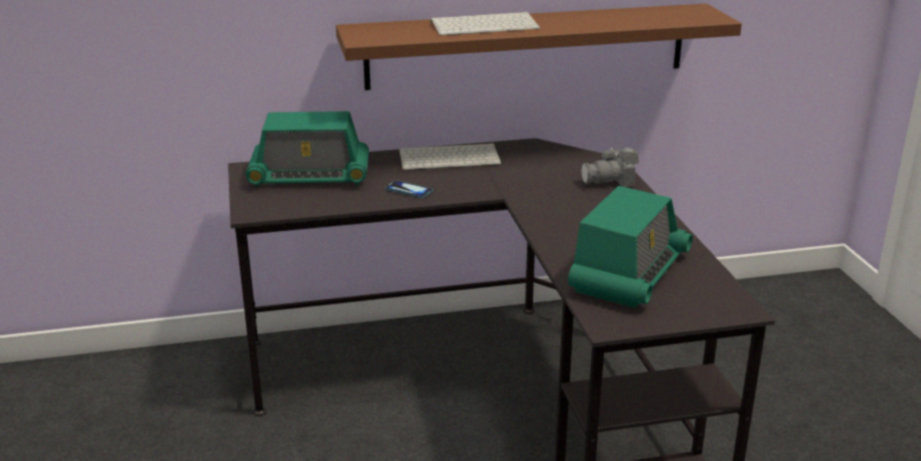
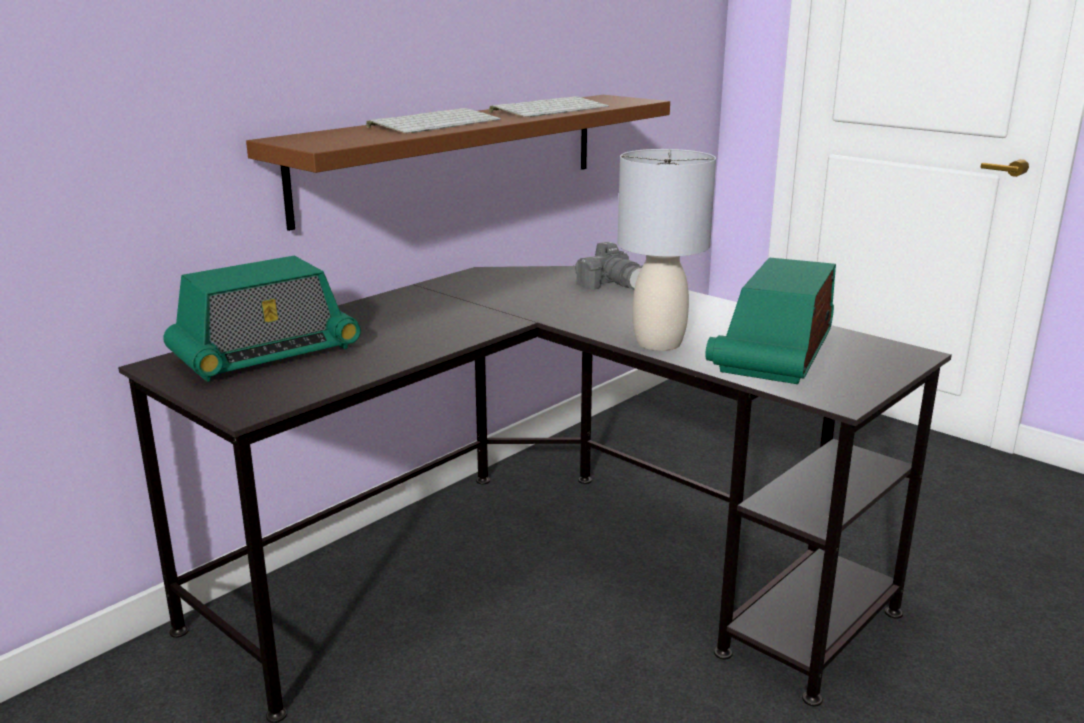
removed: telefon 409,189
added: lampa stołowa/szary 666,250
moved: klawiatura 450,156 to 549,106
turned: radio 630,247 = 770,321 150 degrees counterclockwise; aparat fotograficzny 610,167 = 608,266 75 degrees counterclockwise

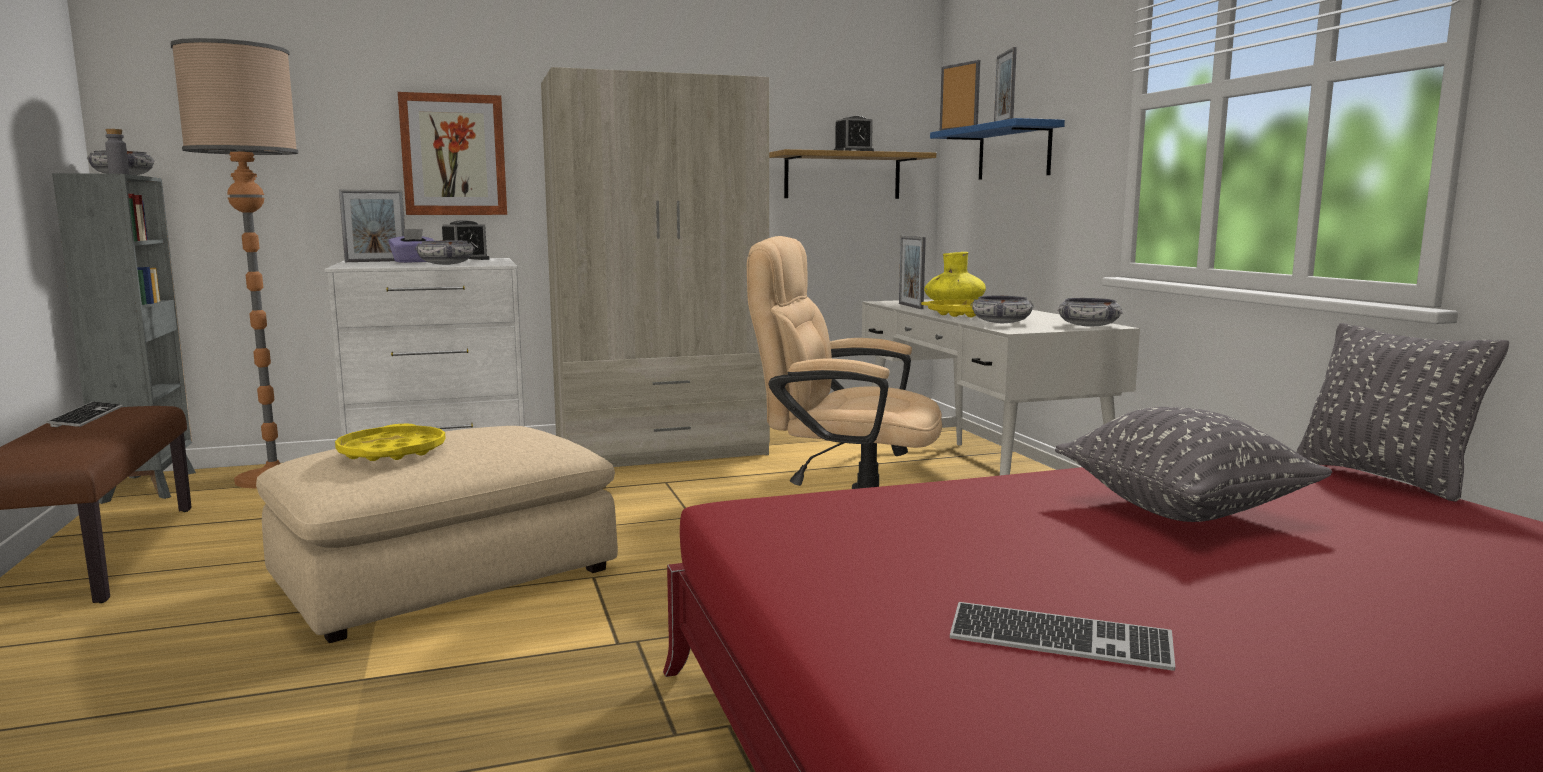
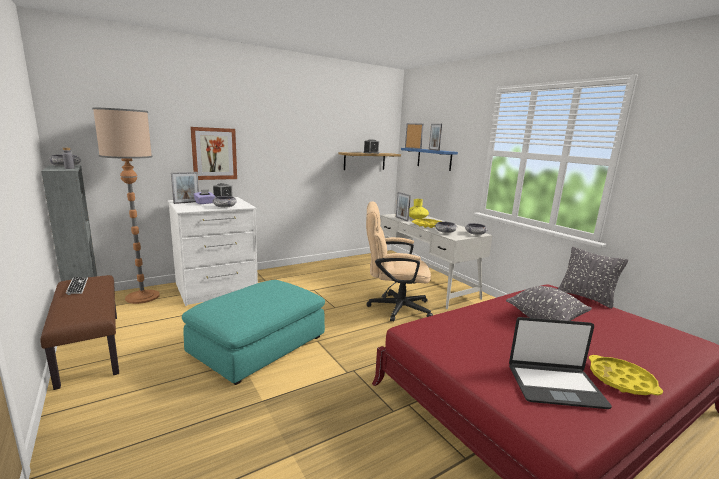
removed: szafa/beżowy 655,267
moved: taca/żółty 390,442 to 626,375
replaced: klawiatura 1062,636 to laptop 560,363
recoloured: pufa/beżowy 437,534 to pufa/turkusowy 253,332

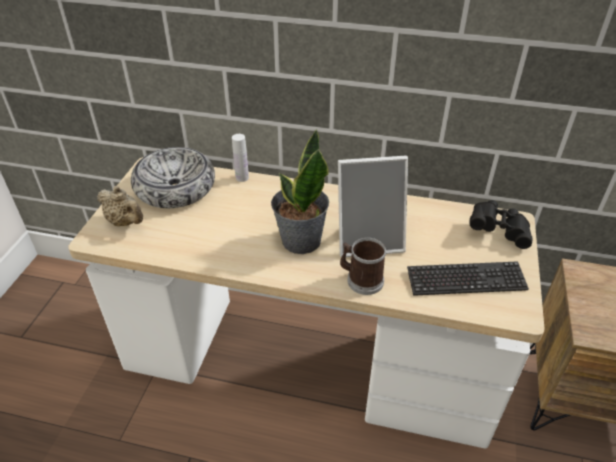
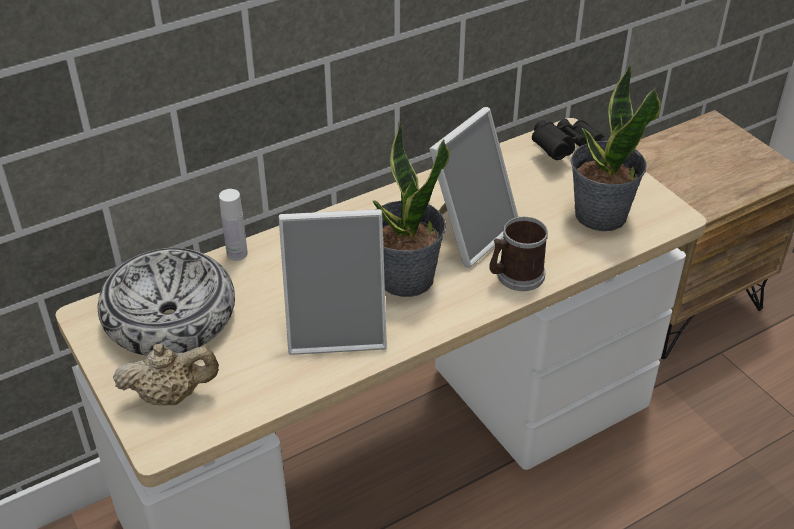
added: ramka na zdjęcie 333,282
replaced: klawiatura 468,278 to roślina doniczkowa 616,147

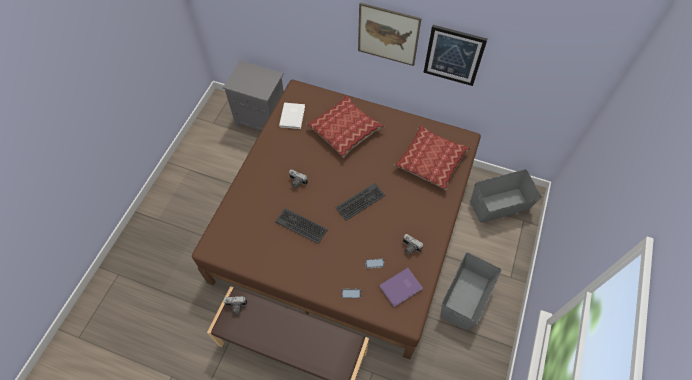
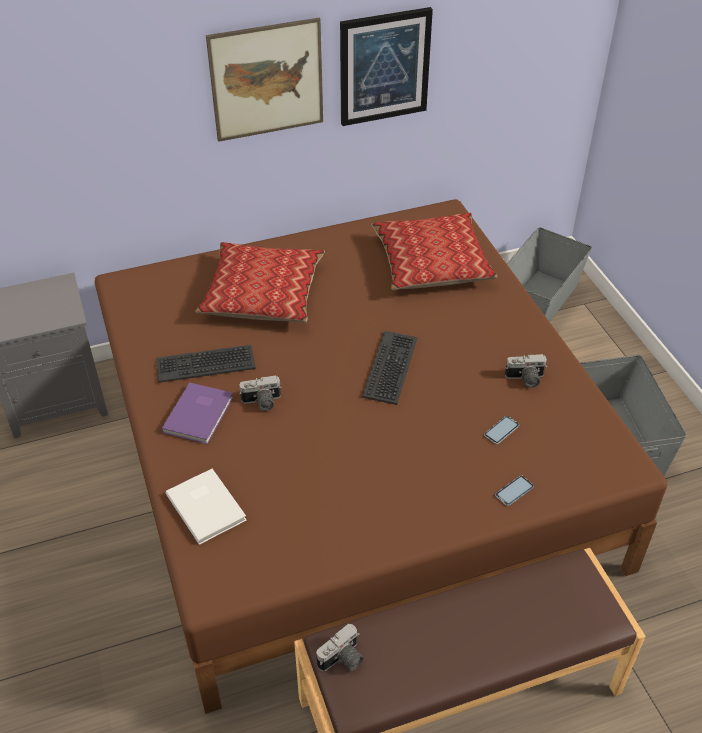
moved: klawiatura 301,226 to 206,364; książka/biały 292,116 to 206,507; książka/fioletowy 401,287 to 197,413

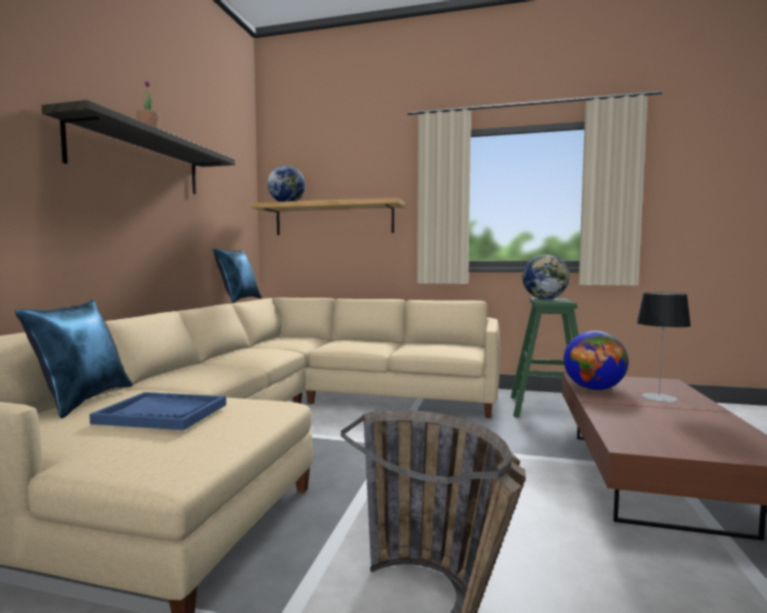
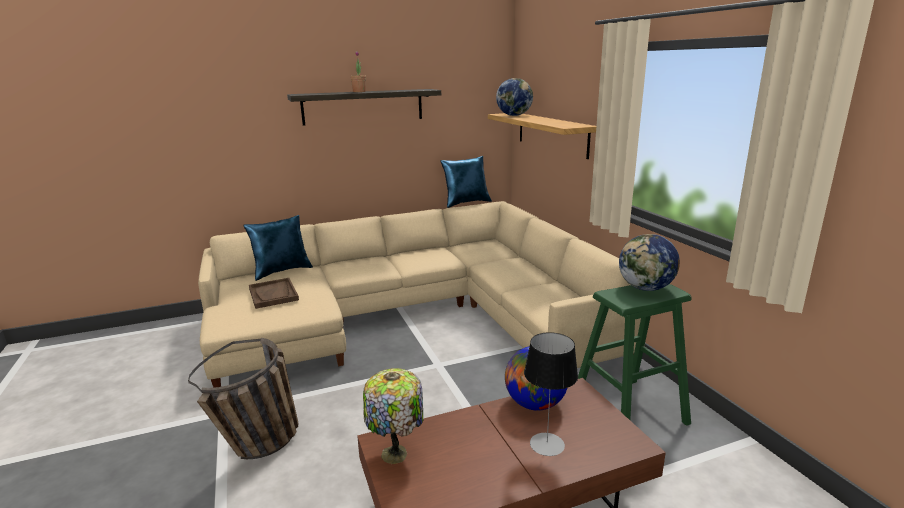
added: lampa stołowa 393,416
recoloured: taca/niebieski 157,411 to taca/brązowy 274,293

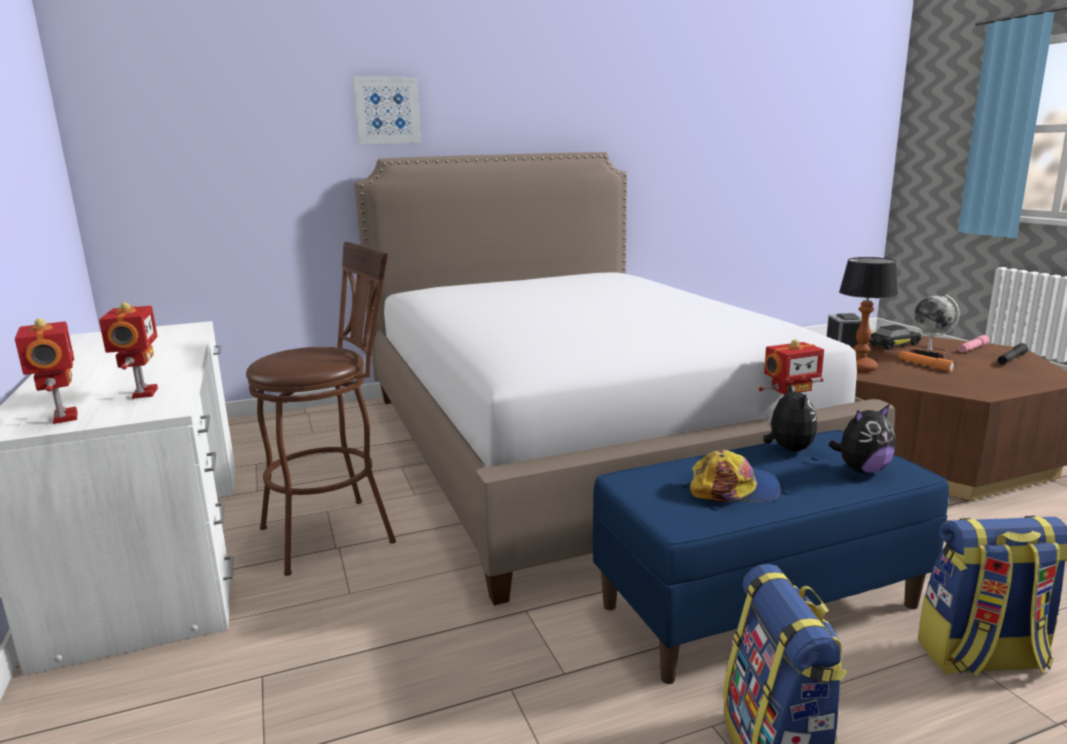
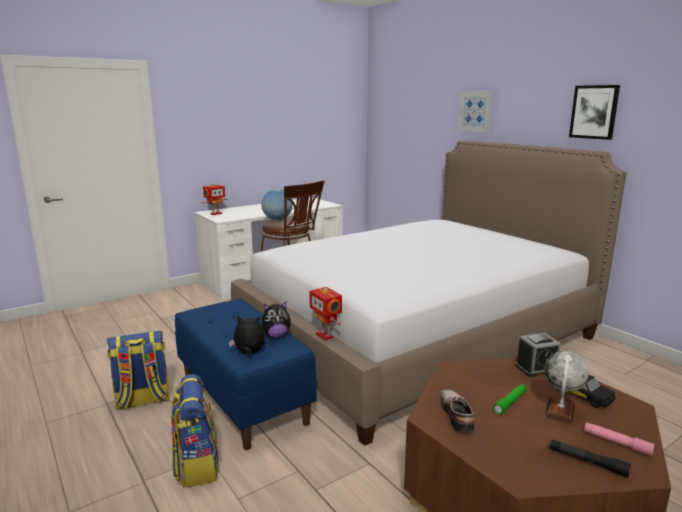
removed: robot zabawkowy 128,350; czapka z daszkiem 735,476; lampa stołowa 868,314
added: globus 277,205; but 457,411; obraz 594,112
recoloured: latarka/pomarańczowy 927,361 to latarka/zielony 510,399
turned: pluszak 862,439 = 247,334 135 degrees clockwise

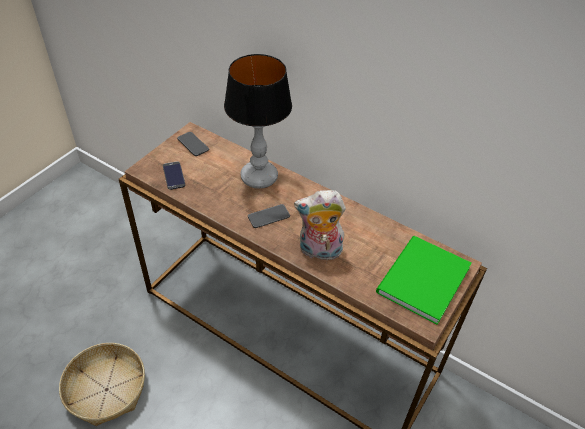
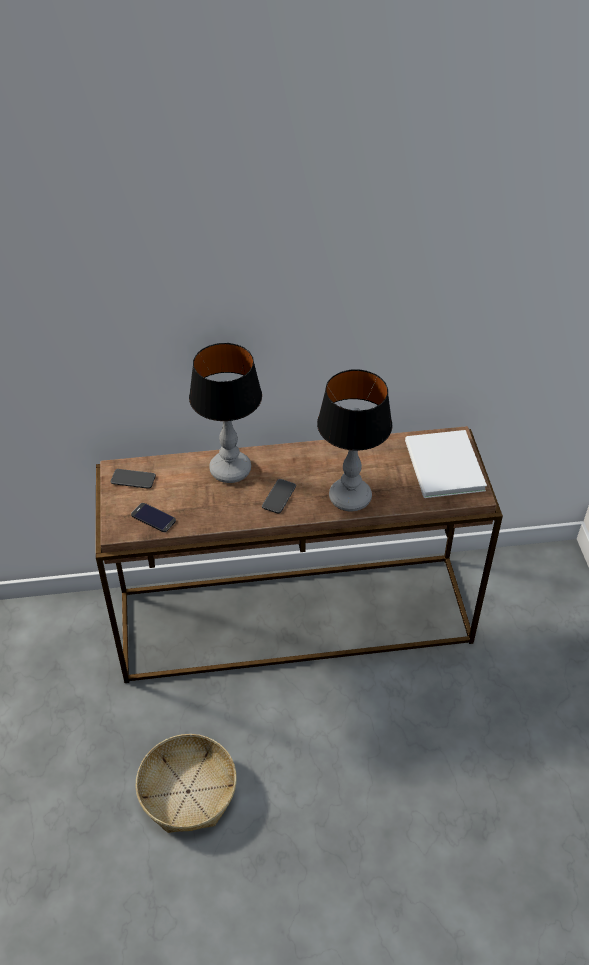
replaced: pluszak 320,225 to lampa stołowa 354,440
recoloured: książka/zielony 424,280 to książka/biały 446,464

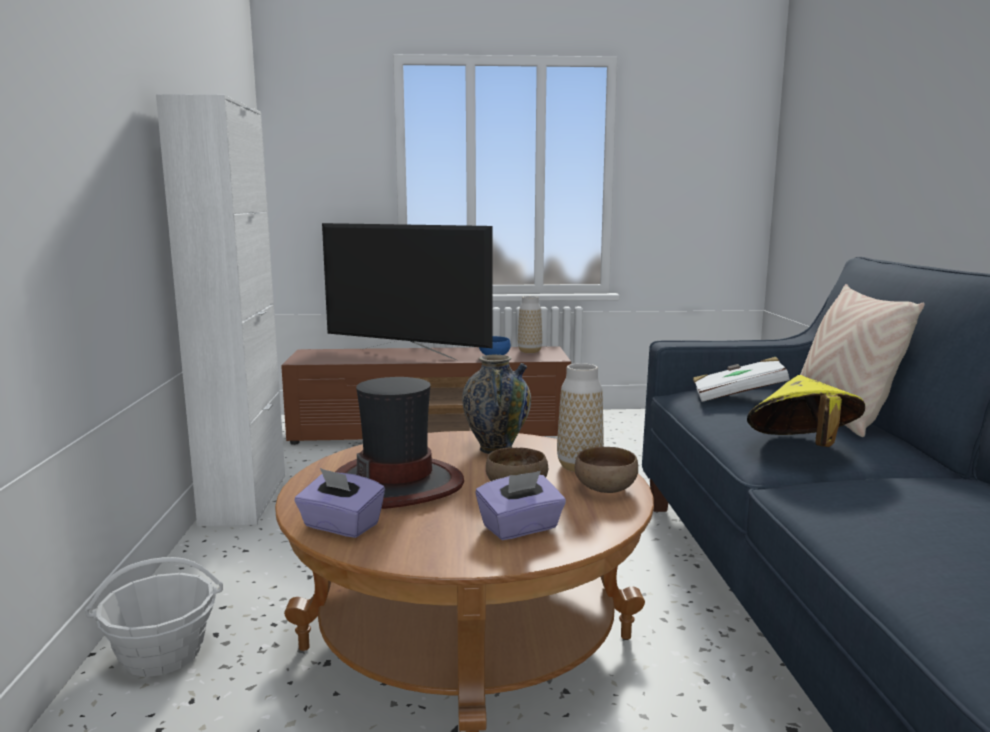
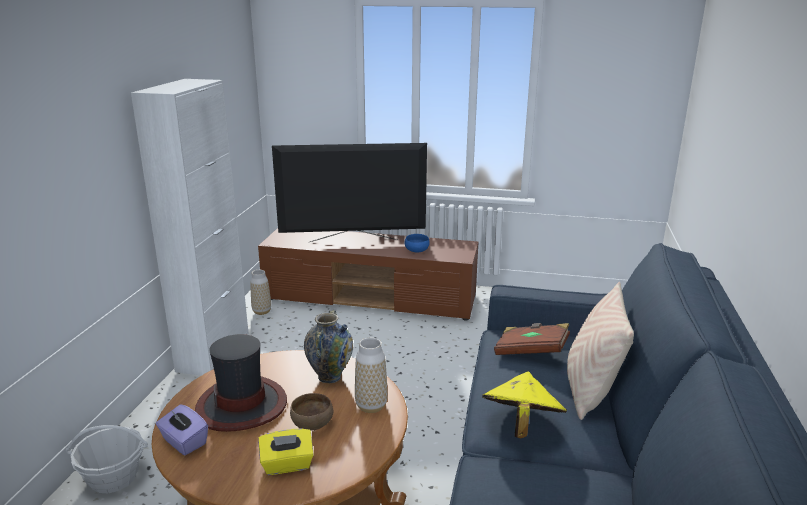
removed: miska/brązowy 606,470
moved: wazon 530,324 to 260,292
recoloured: pudełko chusteczek/fioletowy 521,505 to pudełko chusteczek/żółty 286,452; książka/biały 741,379 to książka/brązowy 532,339
turned: telewizor 407,291 = 349,193 135 degrees clockwise

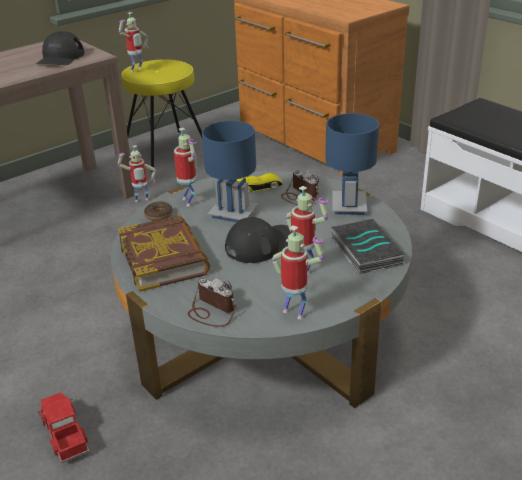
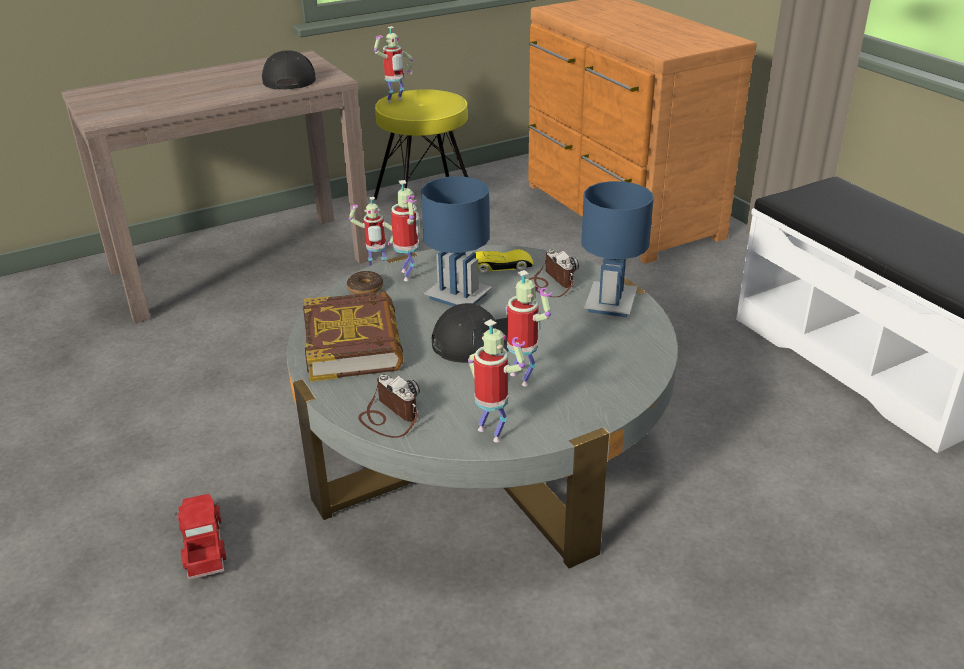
removed: książka 367,246
turned: czapka z daszkiem/czarny 60,48 = 289,70 150 degrees clockwise

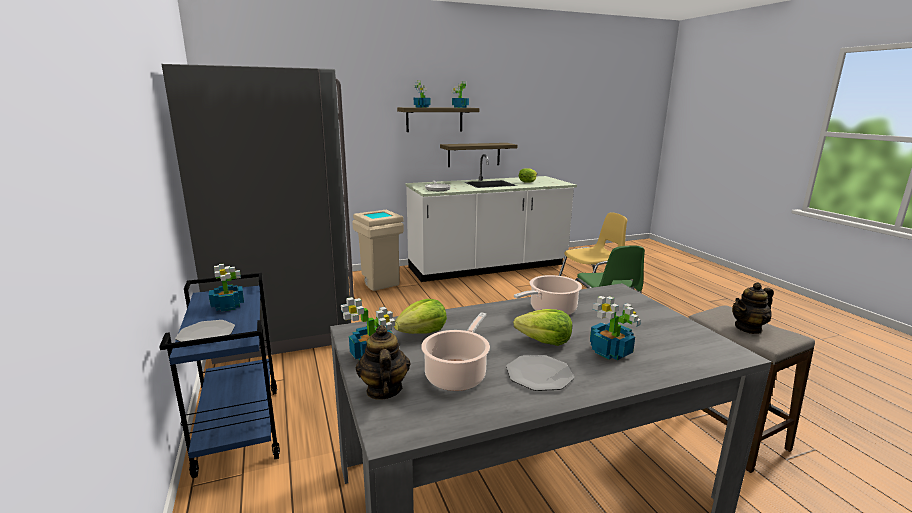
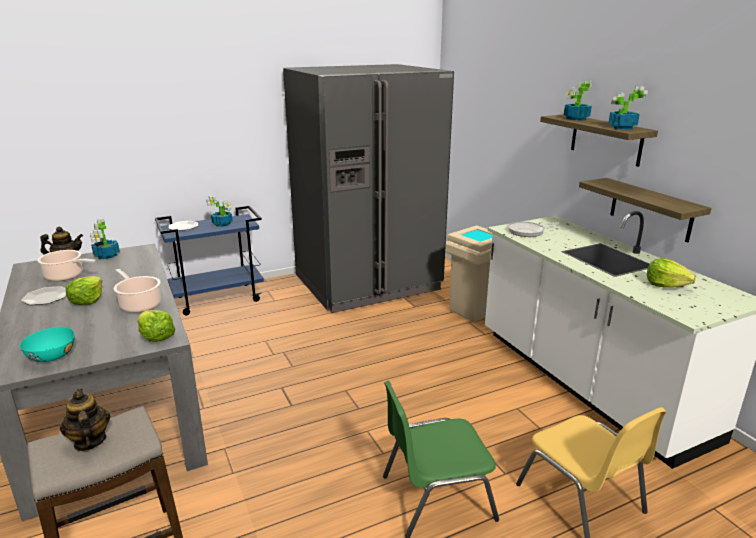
removed: roślina doniczkowa 615,328
added: miska/turkusowy 47,344
moved: sałata 420,316 to 156,326

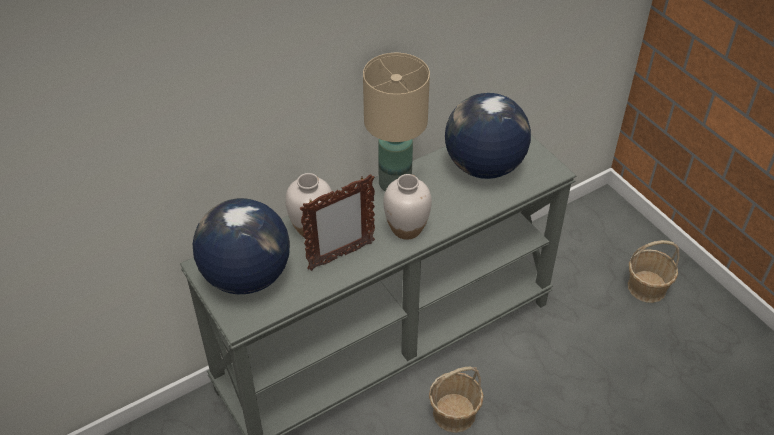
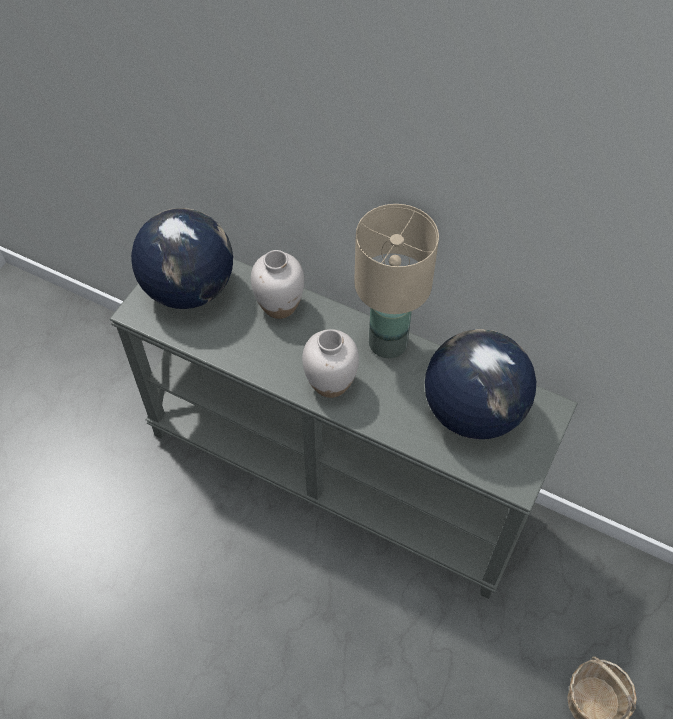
removed: ramka na zdjęcie 337,222; koszyk 456,399

